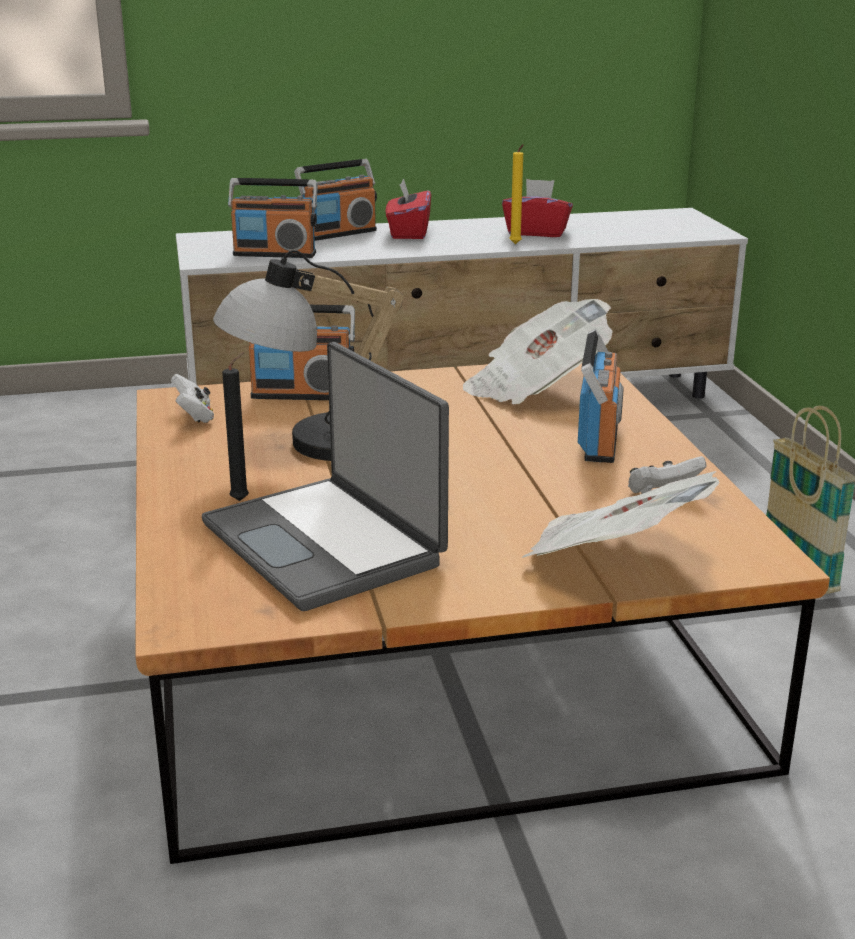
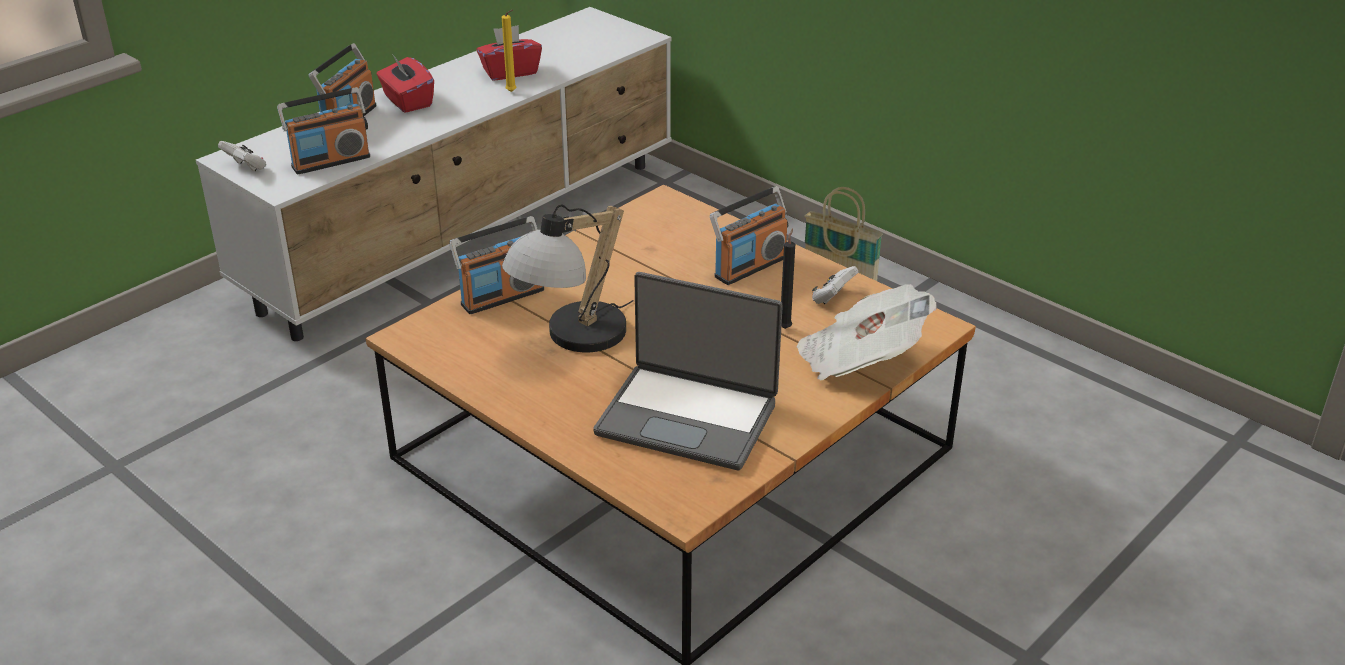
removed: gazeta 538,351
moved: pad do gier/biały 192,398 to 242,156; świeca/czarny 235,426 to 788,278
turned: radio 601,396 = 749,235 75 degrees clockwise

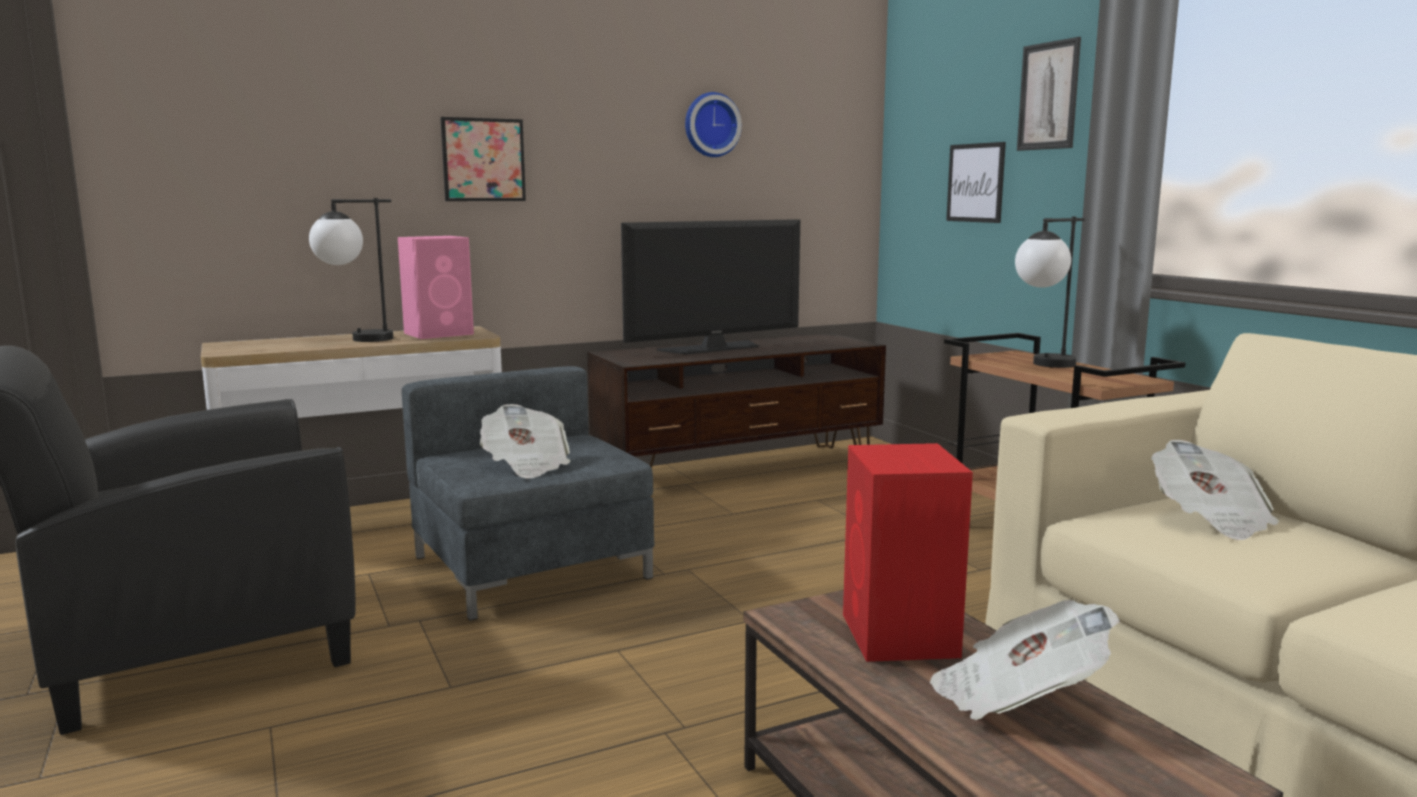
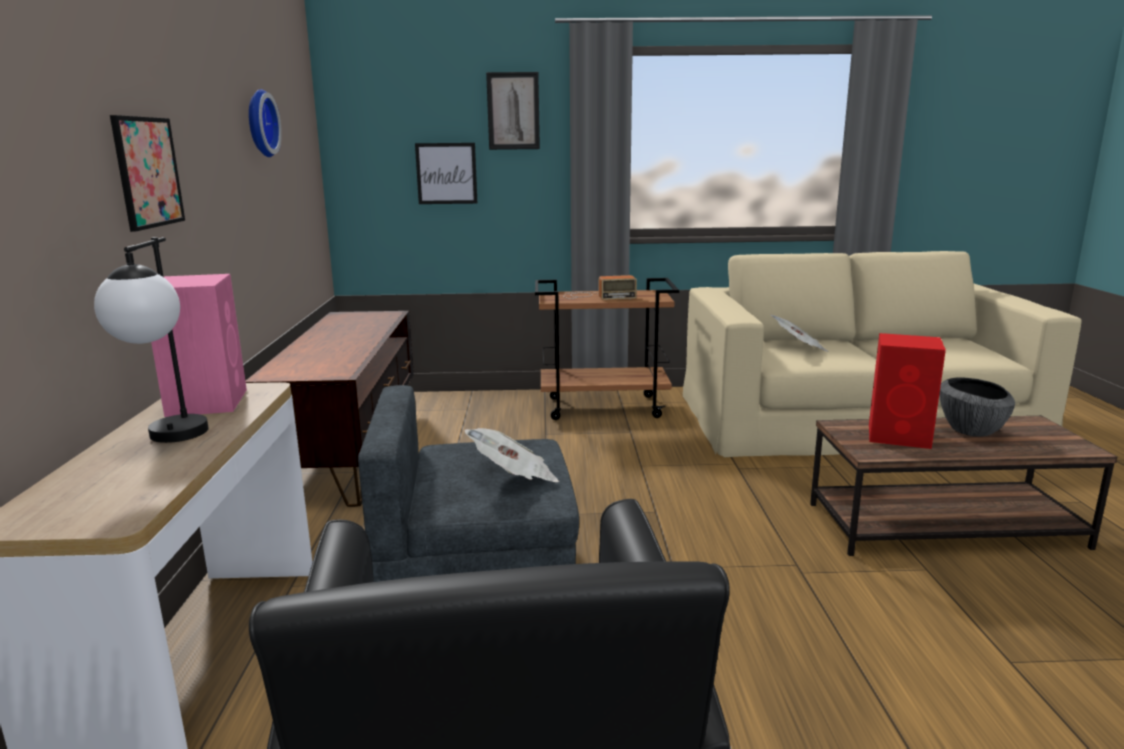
removed: telewizor 710,286
replaced: gazeta 1025,660 to miska 977,407; lampa stołowa 1050,292 to radio 600,287

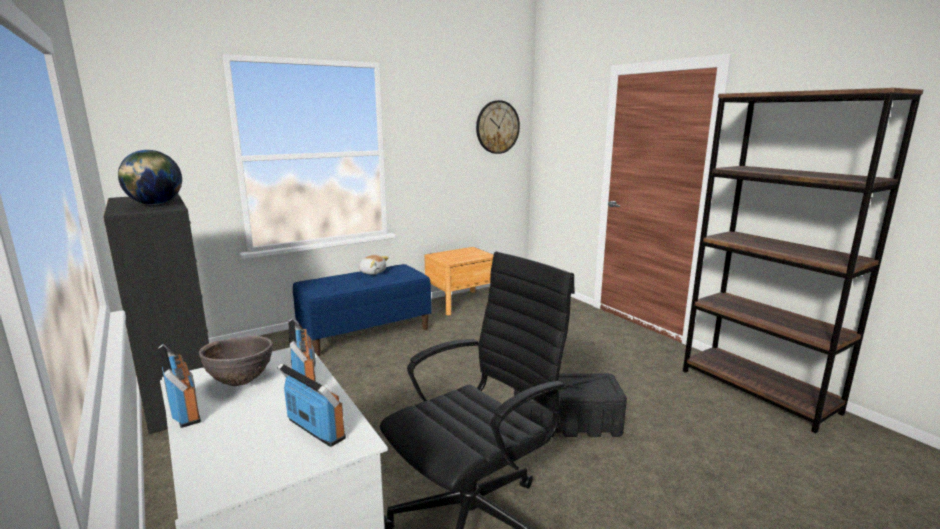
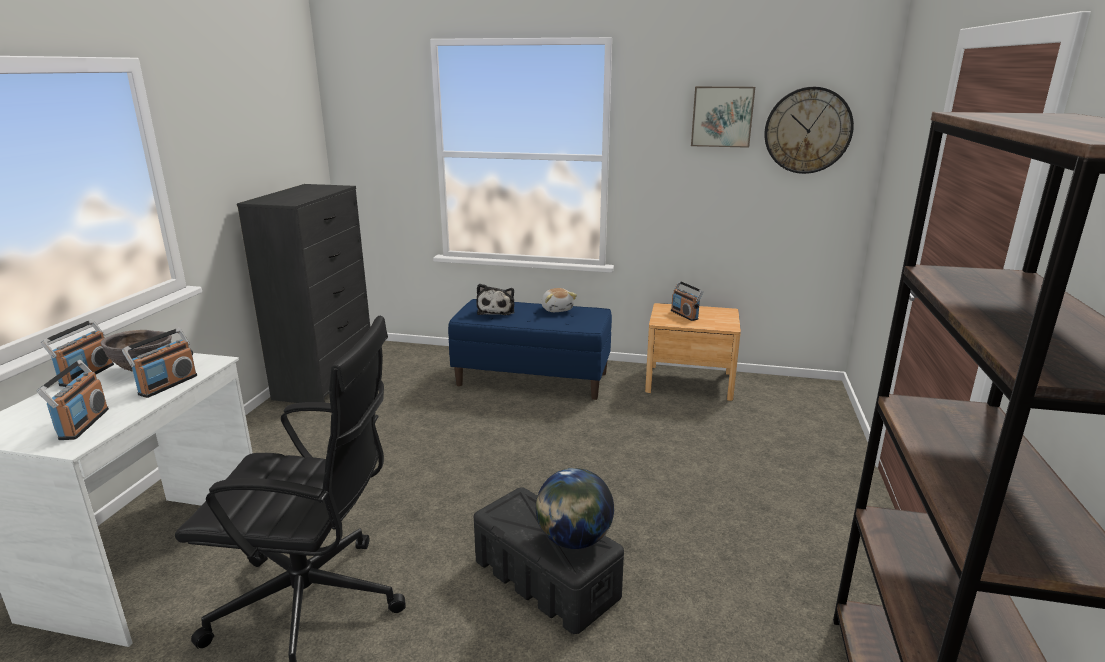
added: pluszak 495,300; radio 687,301; obraz 723,117
moved: globus 150,177 to 575,508

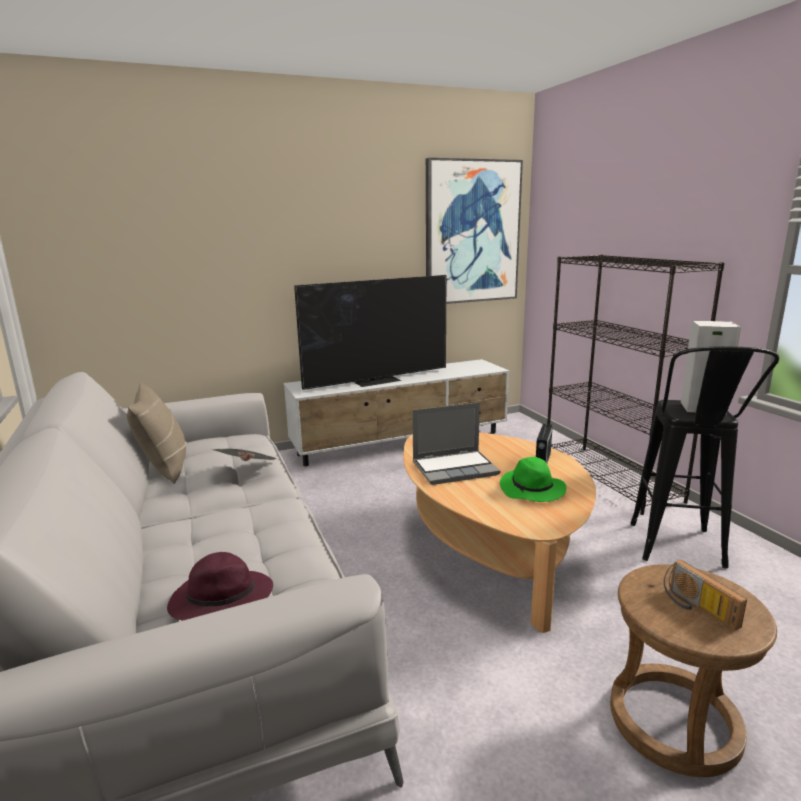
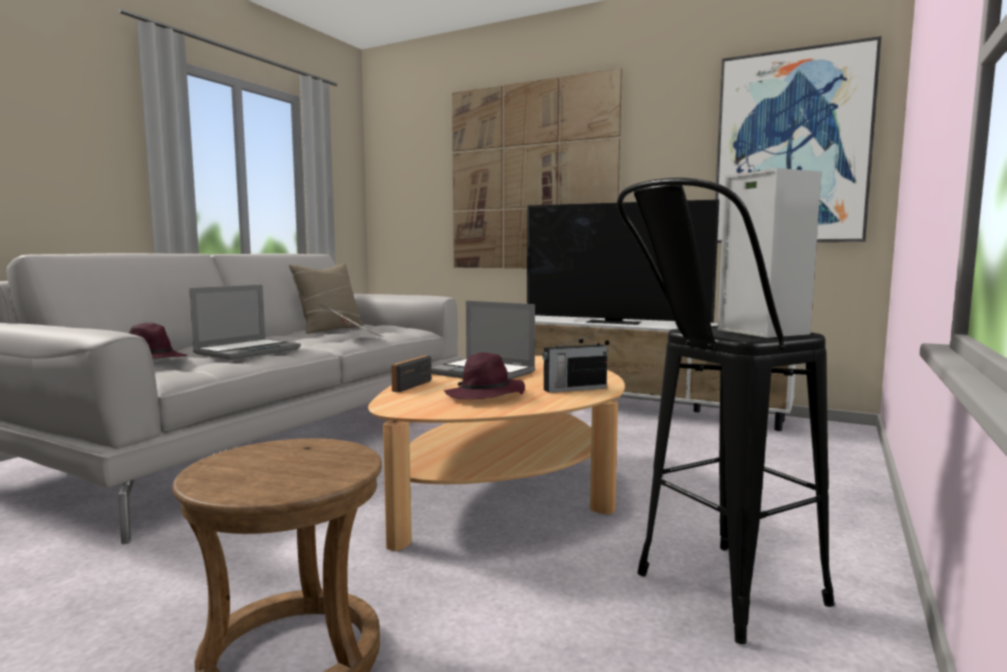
removed: regał/czarny 636,385
added: laptop 245,322; obraz 537,168
moved: radio 705,595 to 411,373
recoloured: kapelusz/zielony 533,479 to kapelusz/fioletowy 484,375

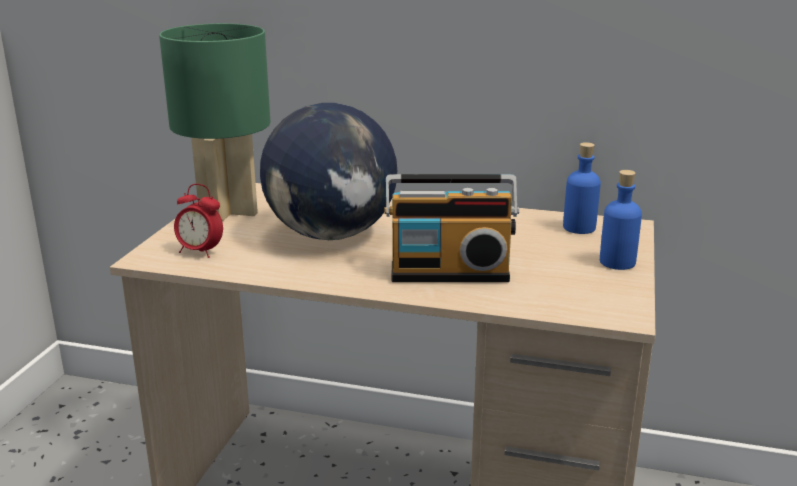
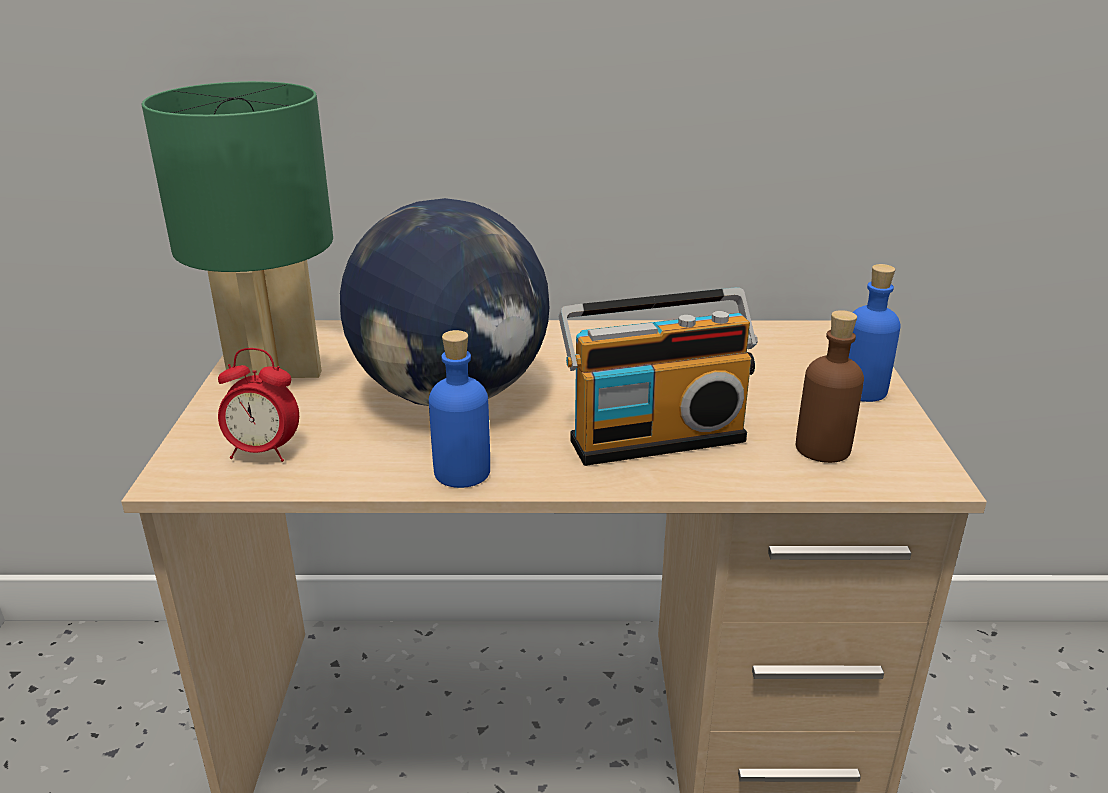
added: butelka/brązowy 830,386
moved: butelka/niebieski 582,188 to 459,409

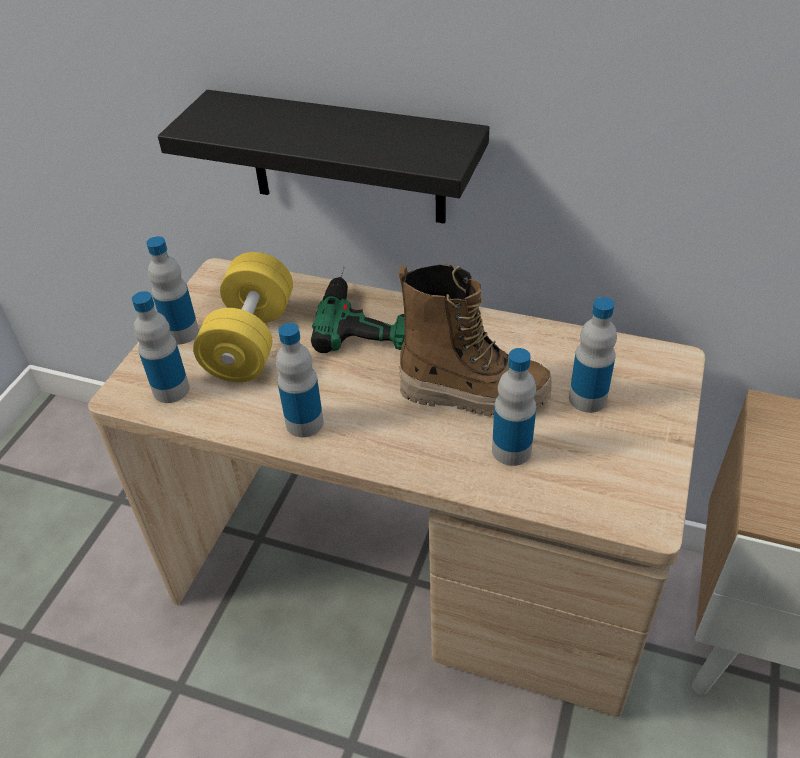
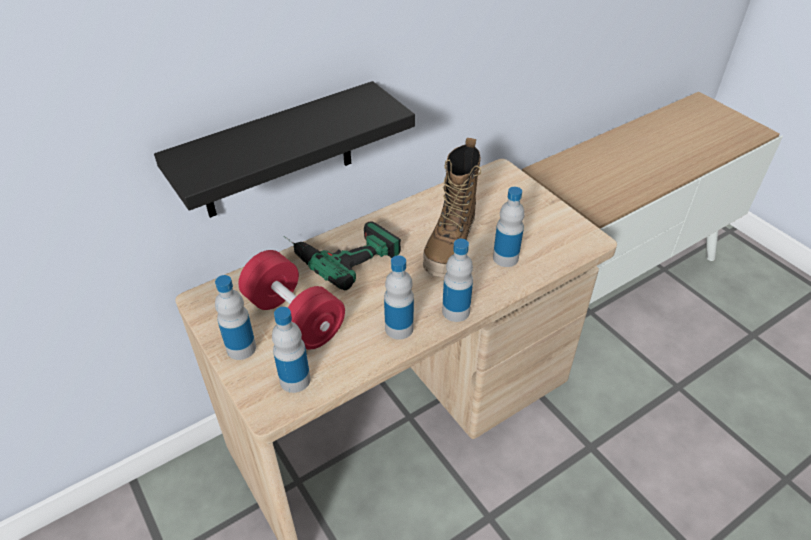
moved: butelka 593,355 to 457,280
recoloured: hantel/żółty 243,317 to hantel/czerwony 291,300
turned: but z cholewką 475,340 = 452,208 150 degrees clockwise

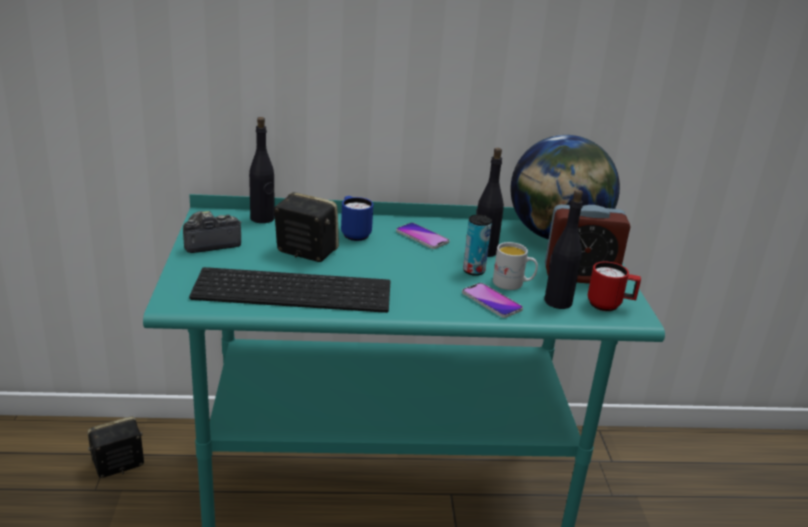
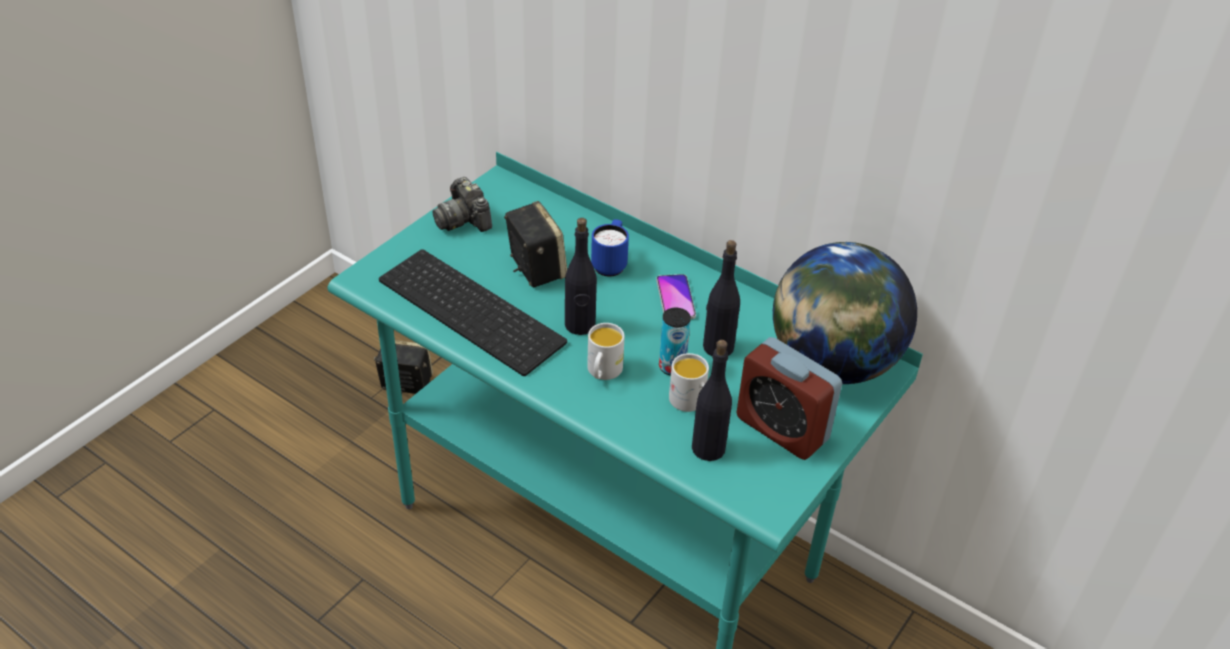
removed: telefon 492,300; kubek/czerwony 614,286
added: kubek/biały 606,351
moved: butelka/czarny 262,170 to 581,276
turned: aparat fotograficzny 212,232 = 462,204 135 degrees counterclockwise

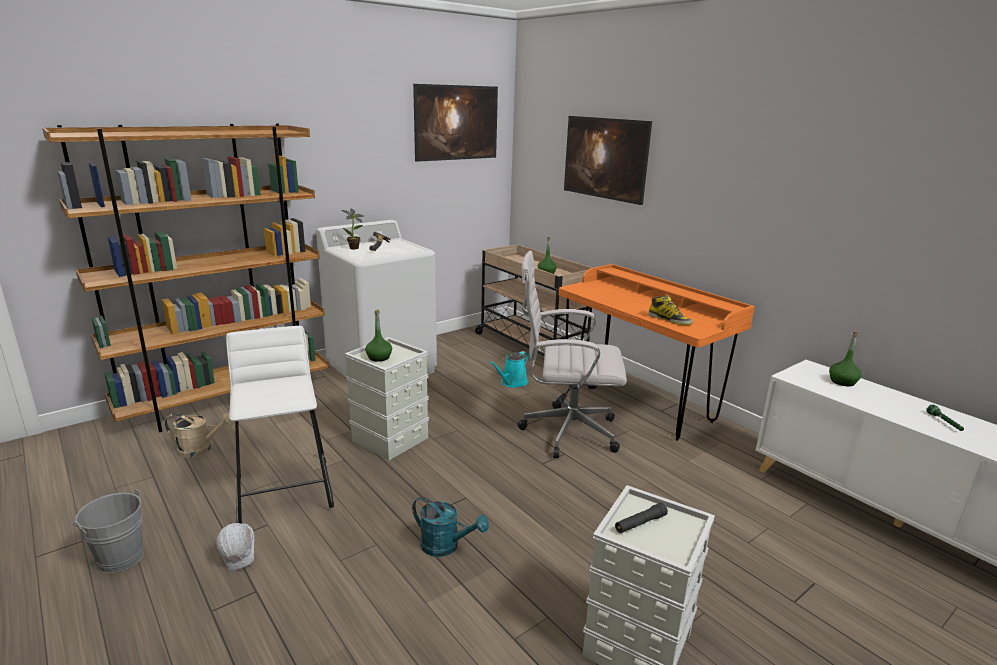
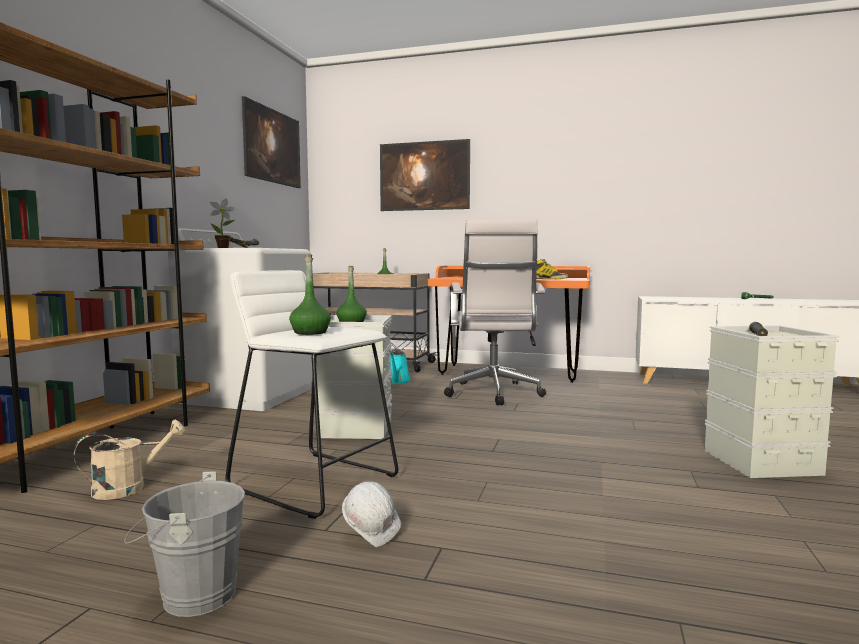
removed: konewka/turkusowy 450,527
moved: butelka/zielony 845,358 to 310,294
turned: krzesło biurowe/biały 572,354 = 495,312 60 degrees counterclockwise

